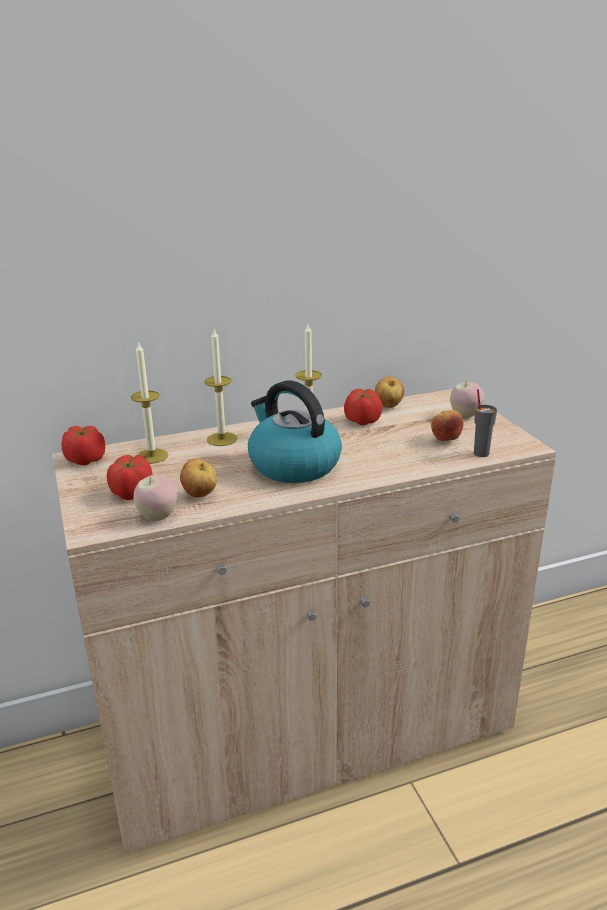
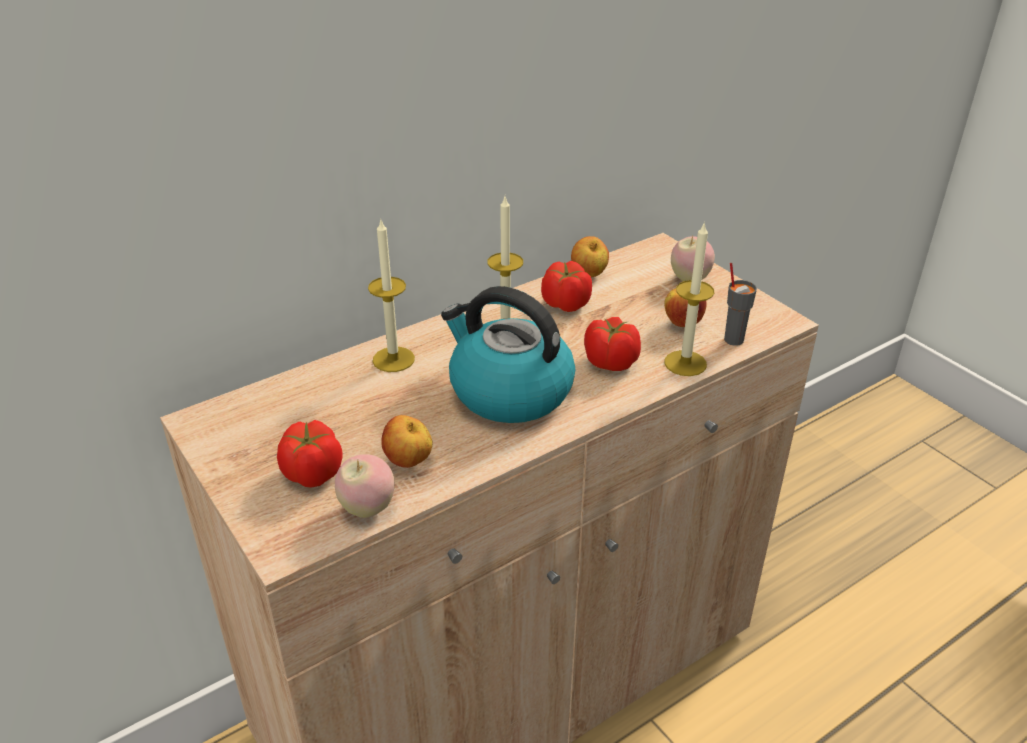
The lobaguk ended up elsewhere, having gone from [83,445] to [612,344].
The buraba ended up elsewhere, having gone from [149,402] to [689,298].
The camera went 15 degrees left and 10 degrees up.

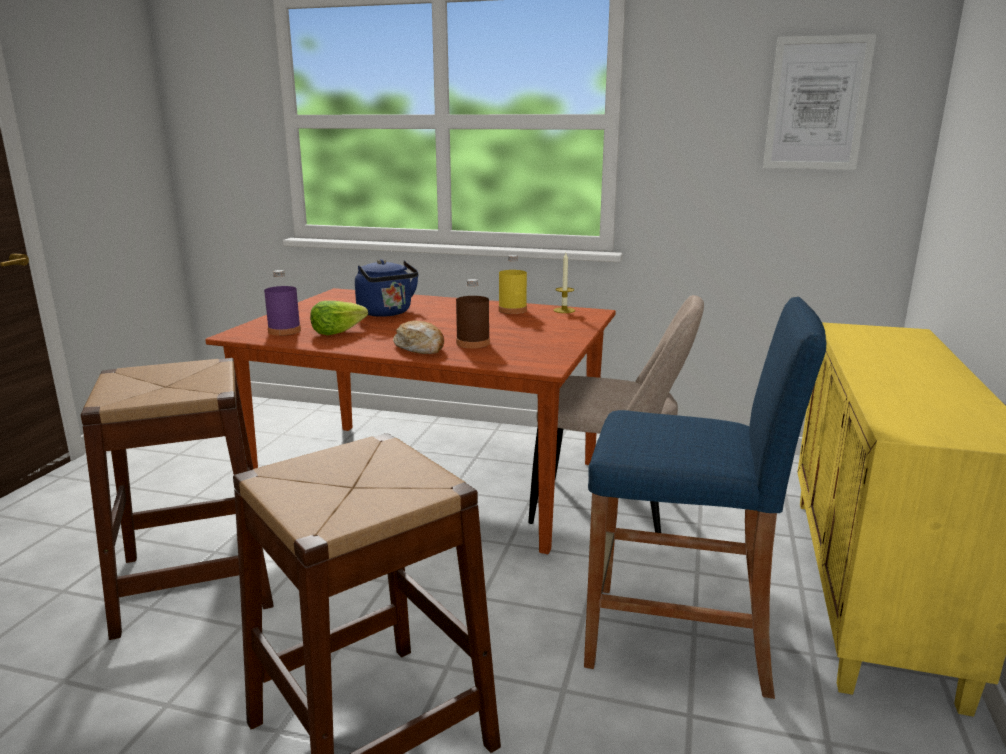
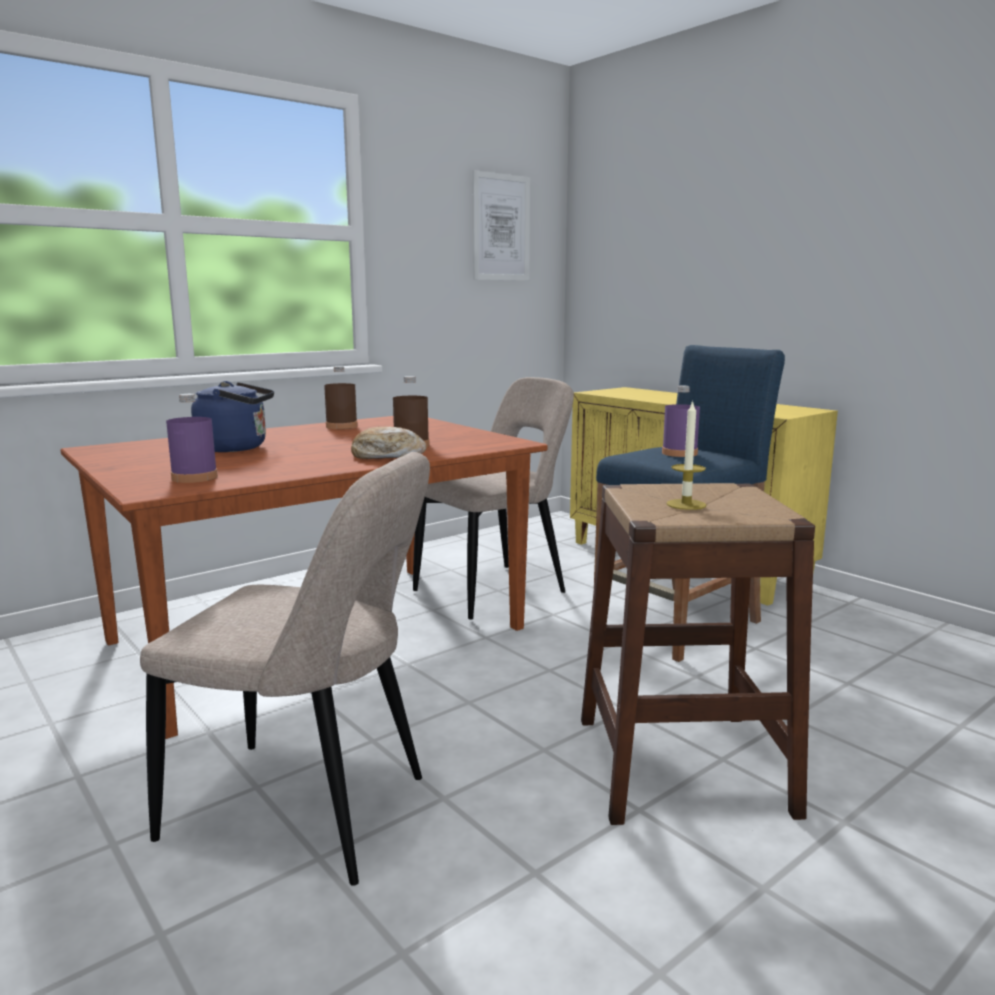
Where the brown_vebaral stood at [177,499], the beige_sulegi came to stand at [285,669].
What was the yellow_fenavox at [512,284] turned into the brown_fenavox at [341,397].
The second view gained the purple_fenavox at [681,421].
The buraba ended up elsewhere, having gone from [564,283] to [686,455].
The second view lost the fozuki at [339,318].
The camera went 55 degrees left and 5 degrees down.

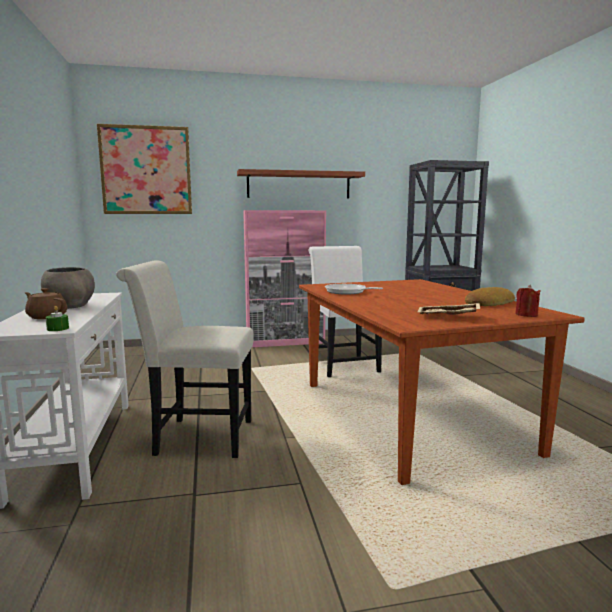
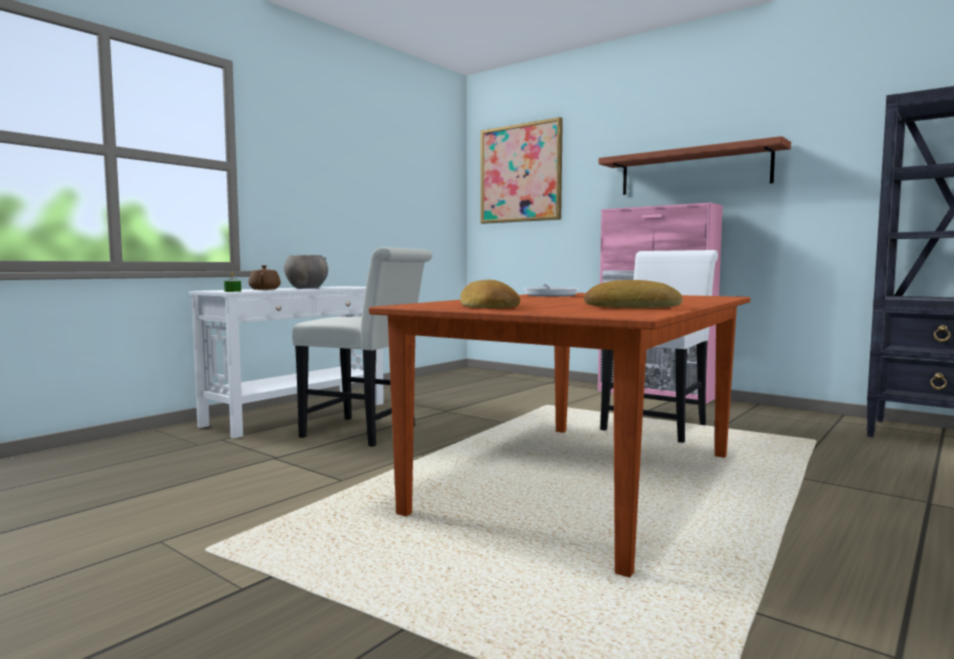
The white_sulegi at [185,359] ended up facing another way, 150 degrees clockwise from before.
Where the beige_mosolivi stood at [448,309], the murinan came to stand at [490,294].
The second view lost the red_buraba at [528,301].
The camera went 50 degrees right and 5 degrees down.

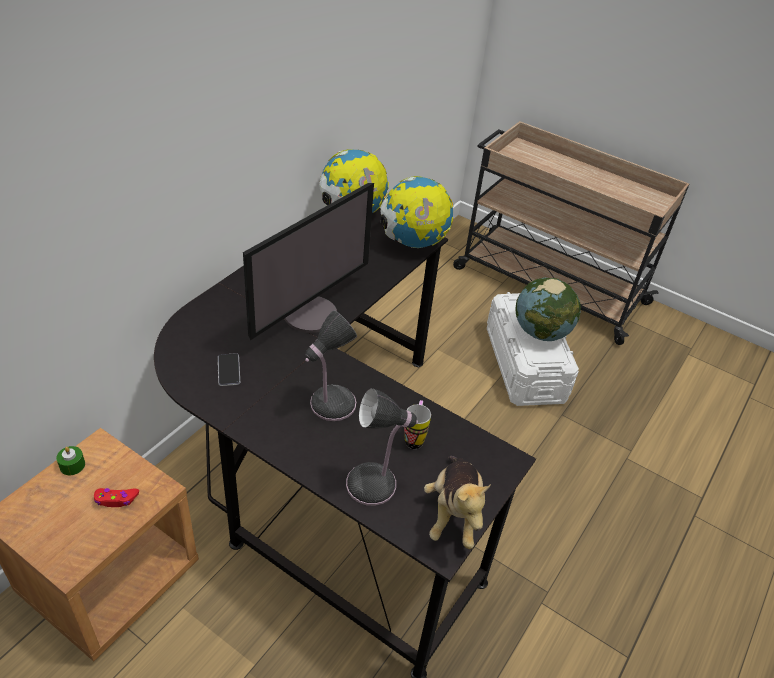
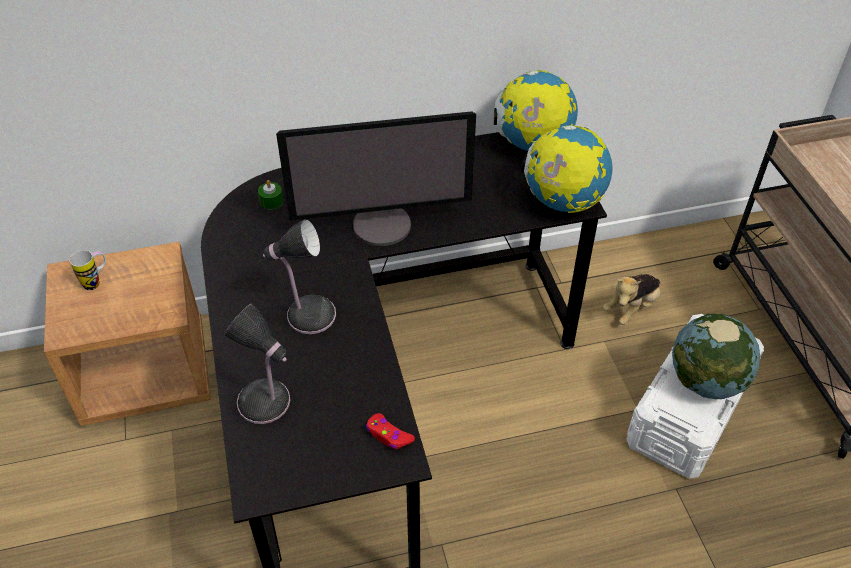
The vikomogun ended up elsewhere, having gone from [417,424] to [87,270].
The green_buraba ended up elsewhere, having gone from [70,460] to [270,195].
The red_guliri ended up elsewhere, having gone from [116,497] to [390,431].
The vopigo ended up elsewhere, having gone from [457,502] to [632,299].
The second view lost the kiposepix at [229,369].
The camera went 45 degrees right and 5 degrees up.

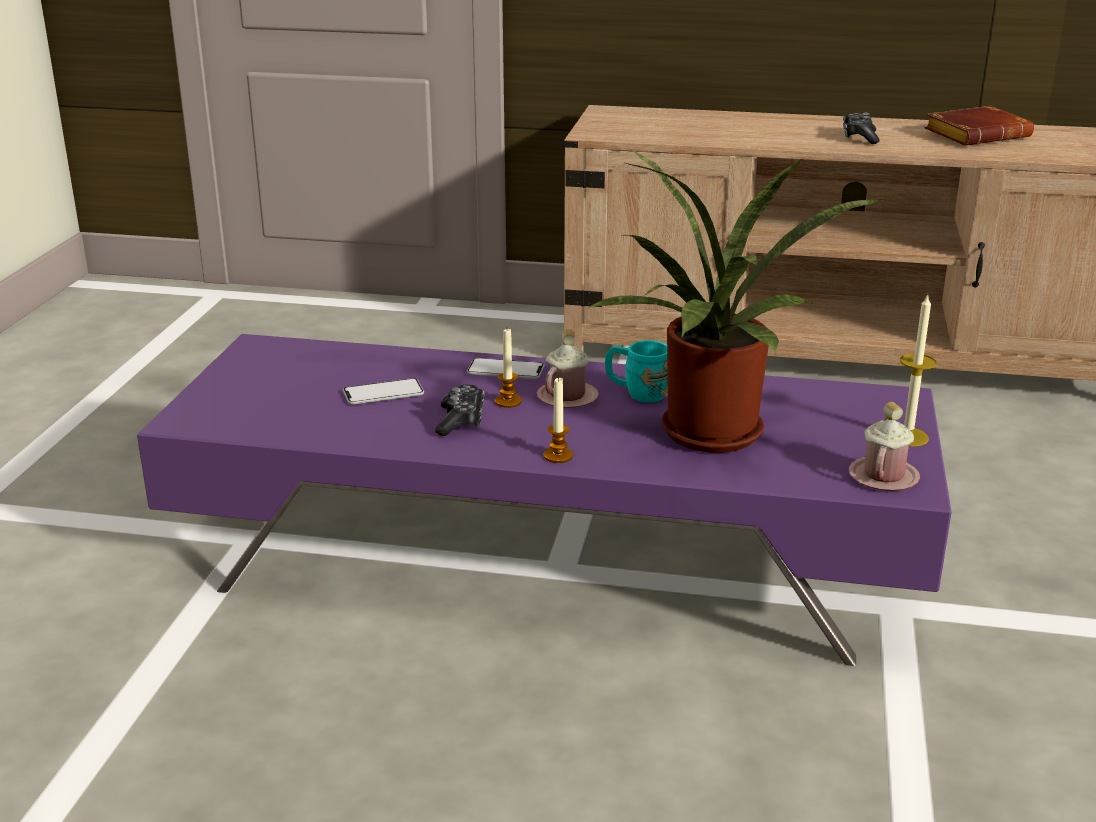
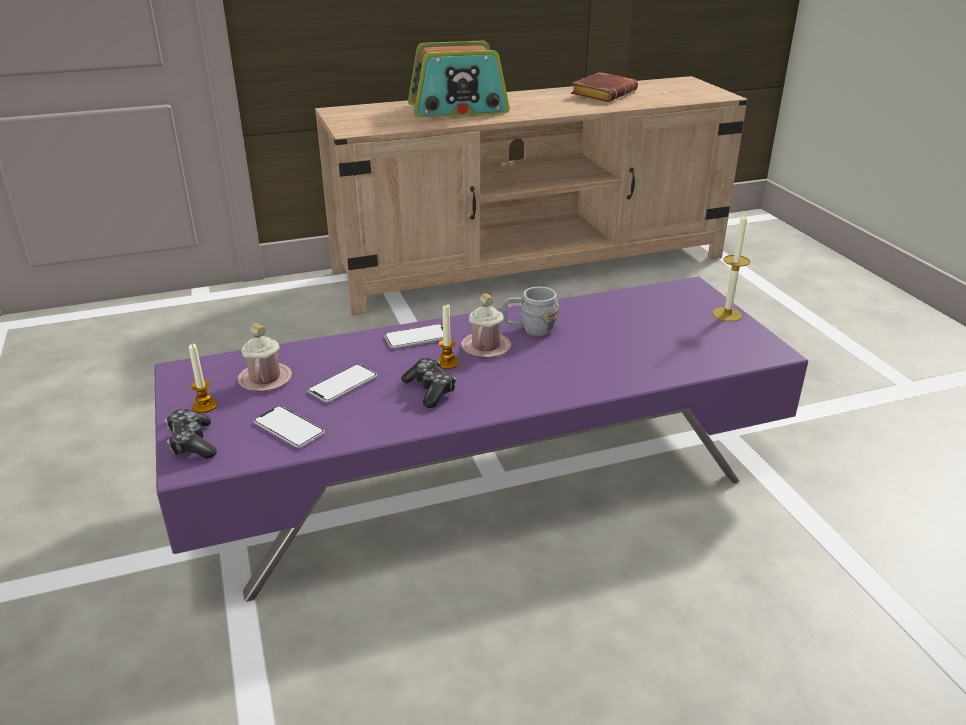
The guliri ended up elsewhere, having gone from [861,128] to [191,434].
The buraba ended up elsewhere, having gone from [558,420] to [203,378].
The pink_vikomogun ended up elsewhere, having gone from [884,446] to [264,357].
The second view gained the kiposepix at [289,427].
The second view gained the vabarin at [459,79].
What was the turquoise_vikomogun at [636,371] turned into the grey_vikomogun at [530,311].
The second view lost the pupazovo at [734,301].
The camera went 30 degrees left and 5 degrees up.

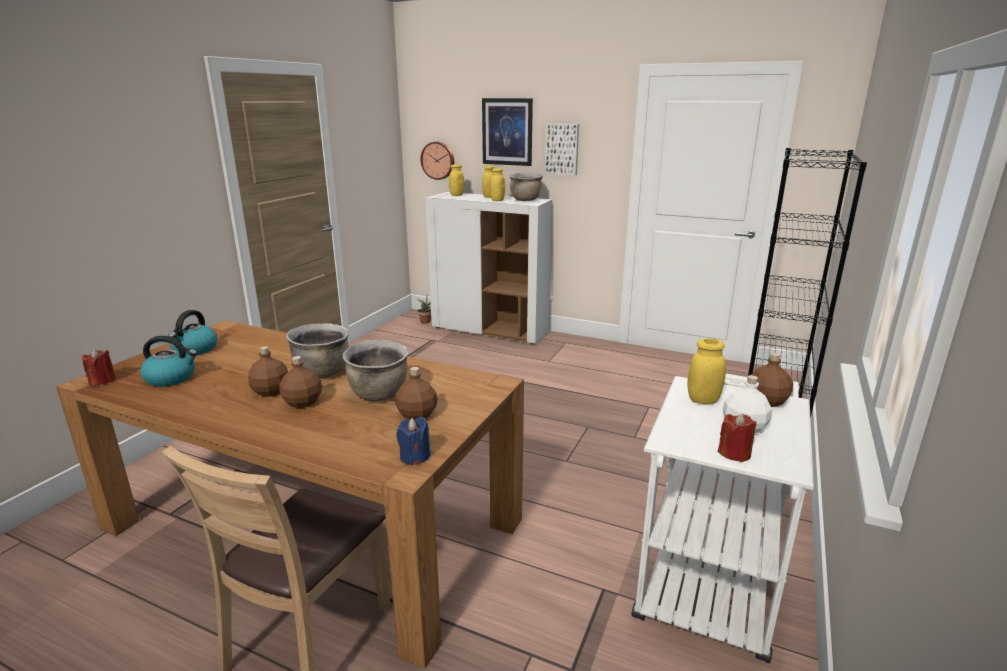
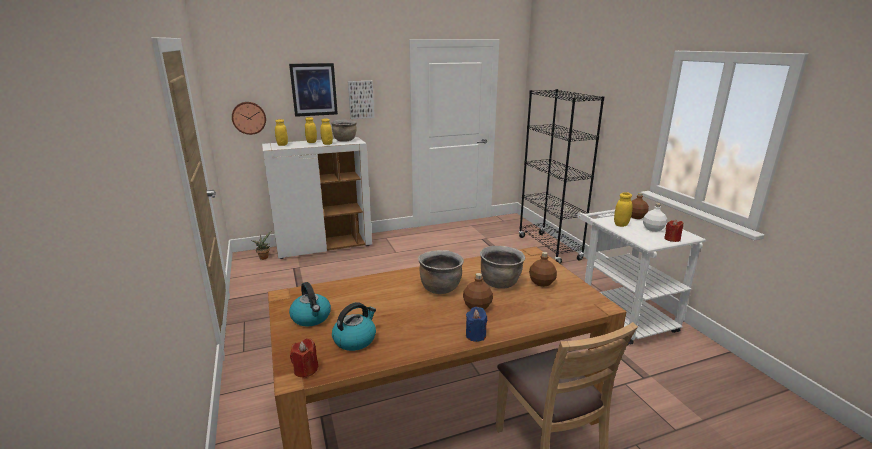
The blue_buraba ended up elsewhere, having gone from [413,441] to [476,324].
The second view lost the brown_fenavox at [268,371].
The camera went 45 degrees left and 0 degrees up.

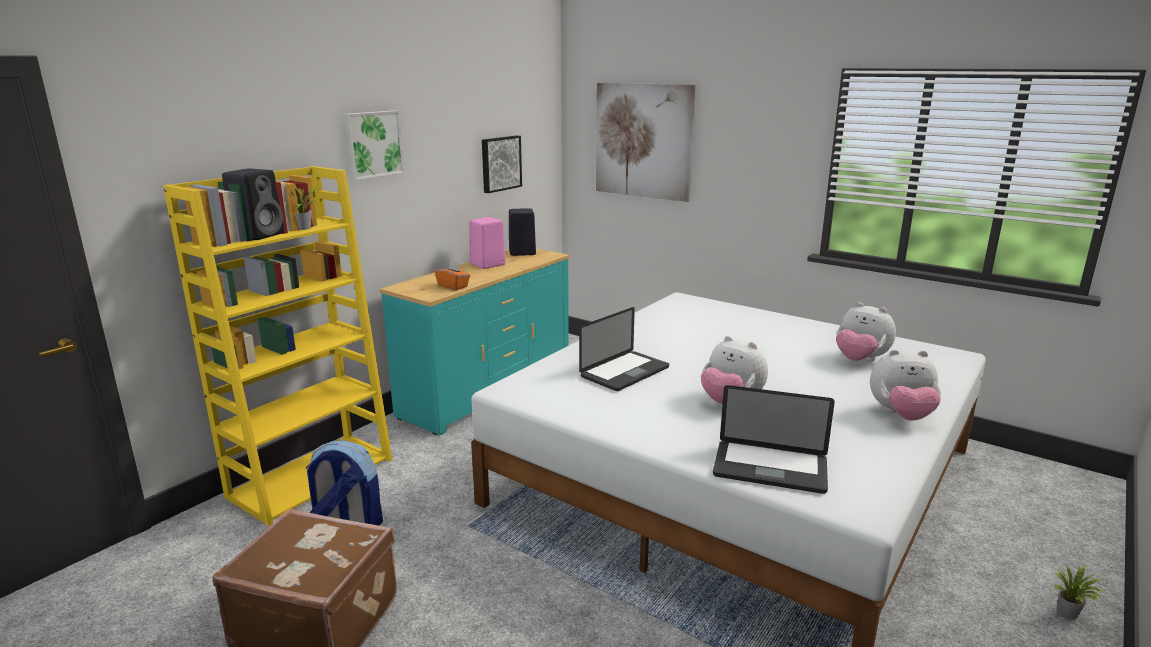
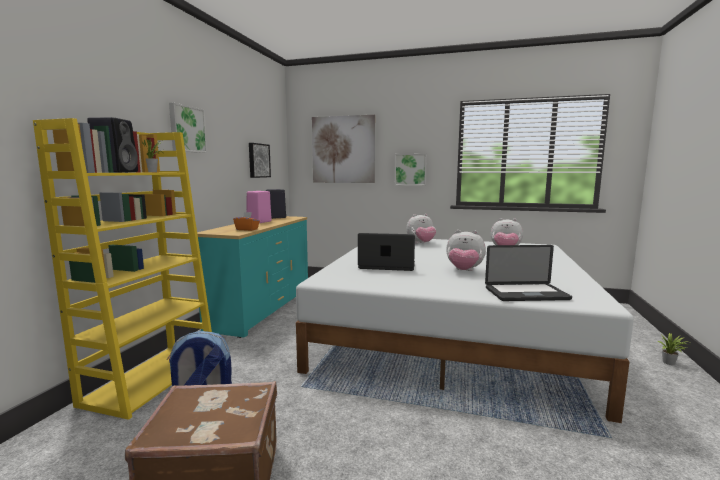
The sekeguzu at [624,349] ended up facing another way, 105 degrees counterclockwise from before.
The second view gained the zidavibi at [411,169].
The vopigo ended up elsewhere, having gone from [905,385] to [421,229].
The camera went 20 degrees left and 10 degrees down.

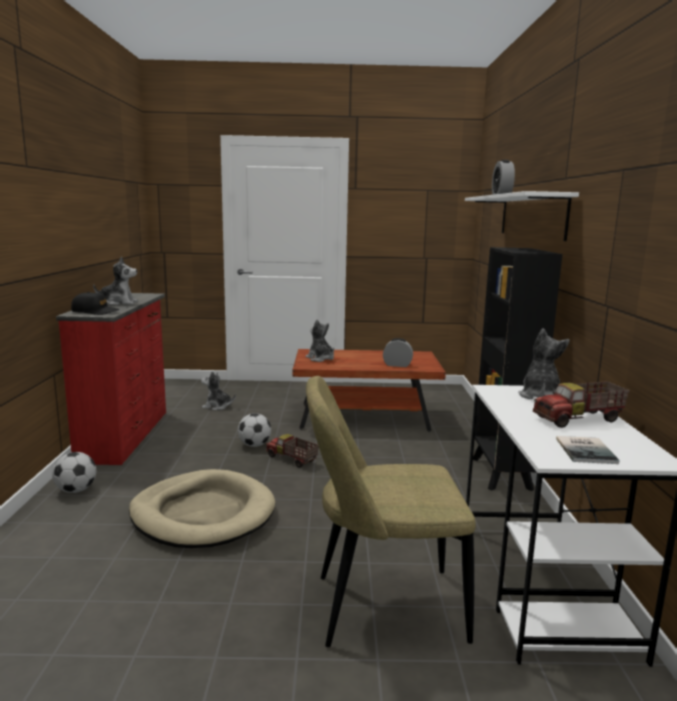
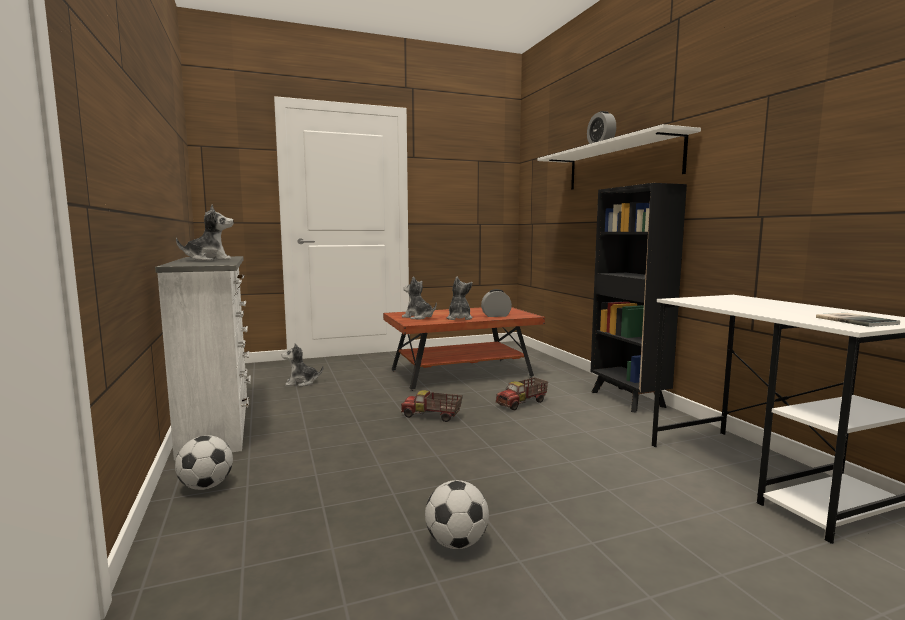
What was the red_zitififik at [111,379] turned into the white_zitififik at [203,358].
The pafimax ended up elsewhere, having gone from [254,430] to [457,514].
The vopigo ended up elsewhere, having gone from [544,363] to [459,298].
The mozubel ended up elsewhere, having gone from [581,404] to [522,393].
The second view lost the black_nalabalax at [95,303].
The second view lost the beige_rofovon at [202,508].
The second view lost the beige_sulegi at [391,511].
The camera went 20 degrees left and 5 degrees down.

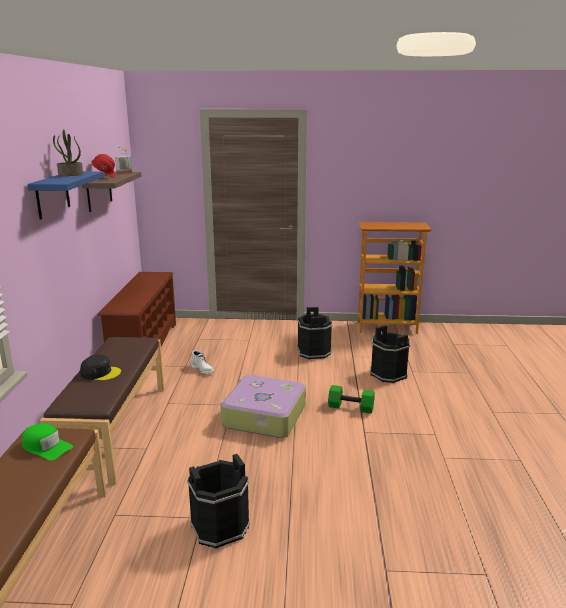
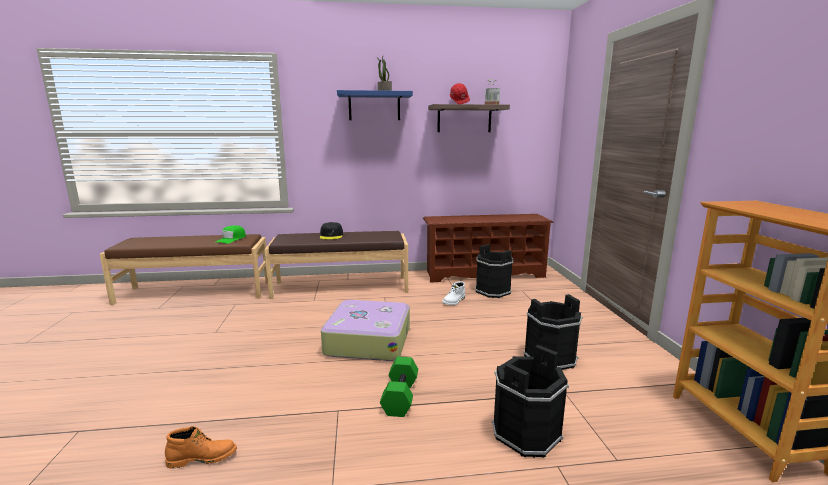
The second view gained the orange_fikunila at [201,447].
The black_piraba ended up elsewhere, having gone from [218,501] to [494,271].
The camera went 80 degrees right and 5 degrees down.

